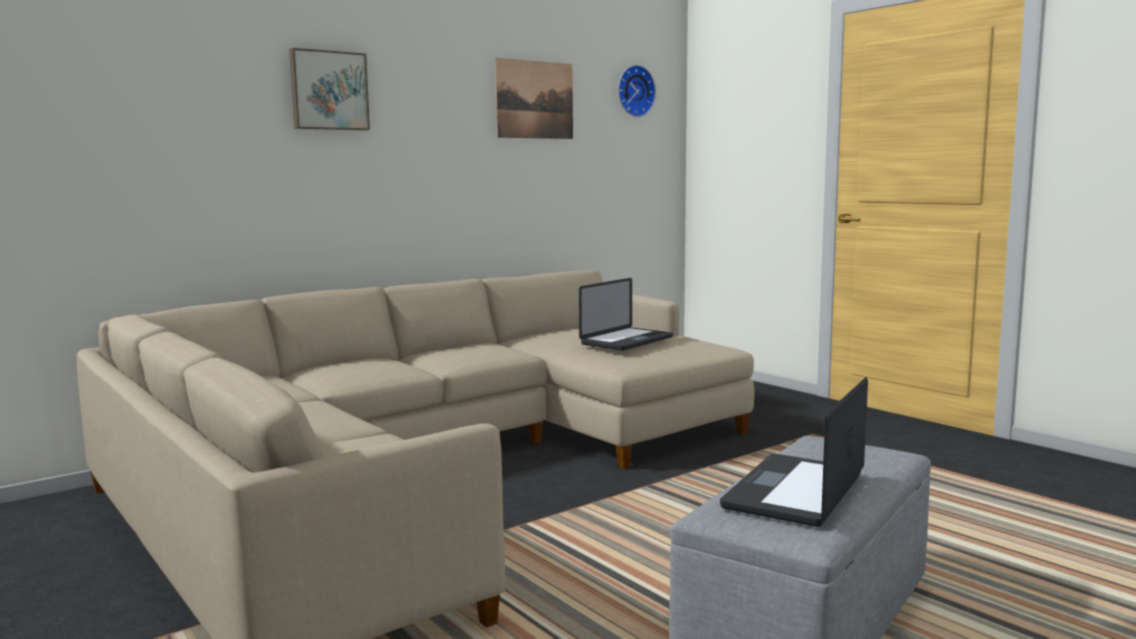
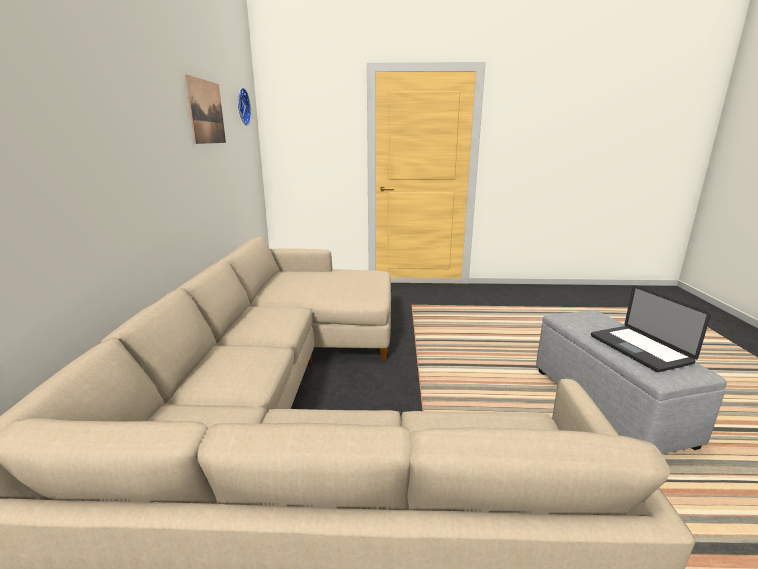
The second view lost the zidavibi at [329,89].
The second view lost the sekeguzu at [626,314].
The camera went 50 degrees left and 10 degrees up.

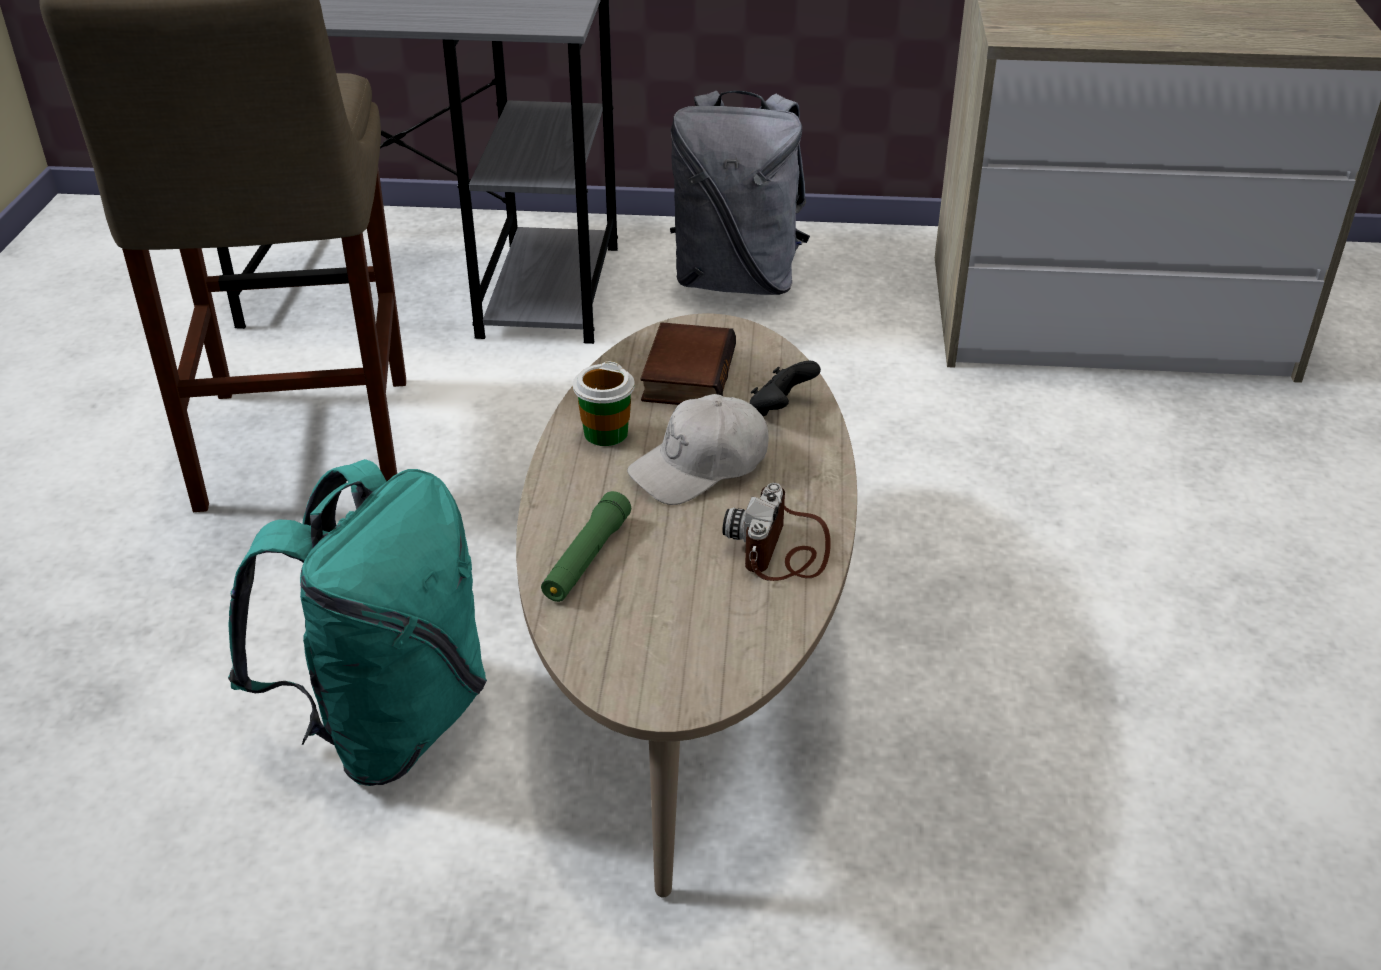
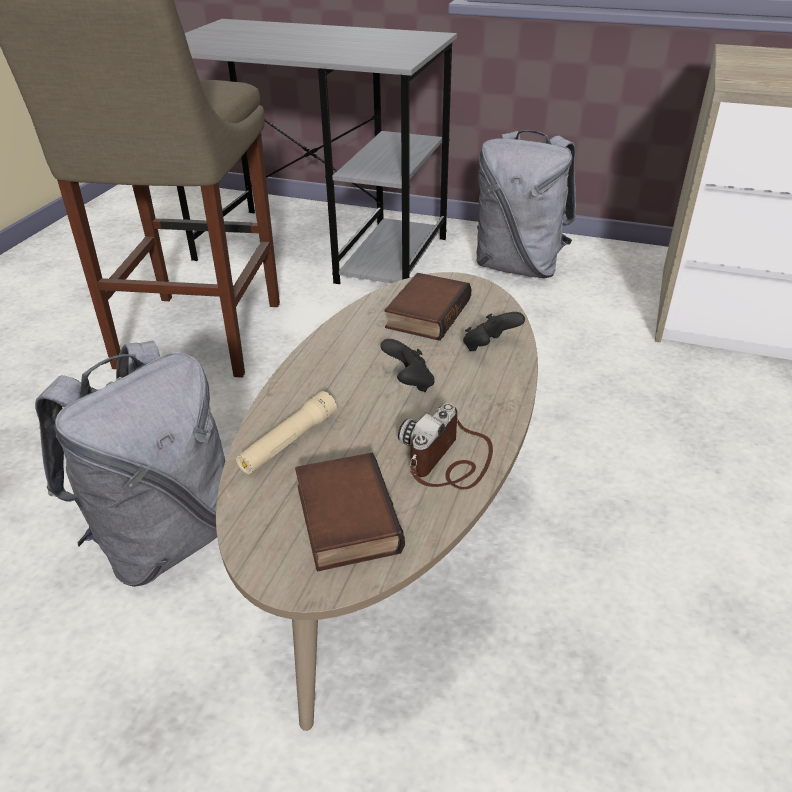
What was the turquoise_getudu at [357,622] turned into the grey_getudu at [130,464].
What was the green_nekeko at [586,546] turned into the beige_nekeko at [286,432].
The second view gained the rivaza at [350,511].
Where the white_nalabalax stood at [698,449], the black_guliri came to stand at [407,365].
The second view lost the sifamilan at [604,403].
The camera went 15 degrees right and 0 degrees up.

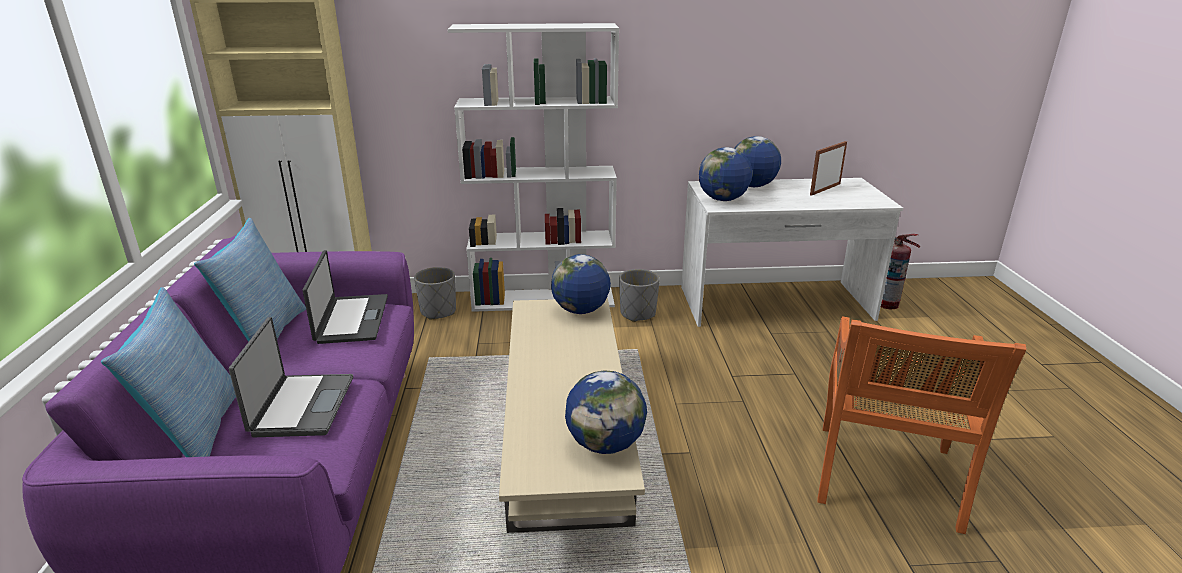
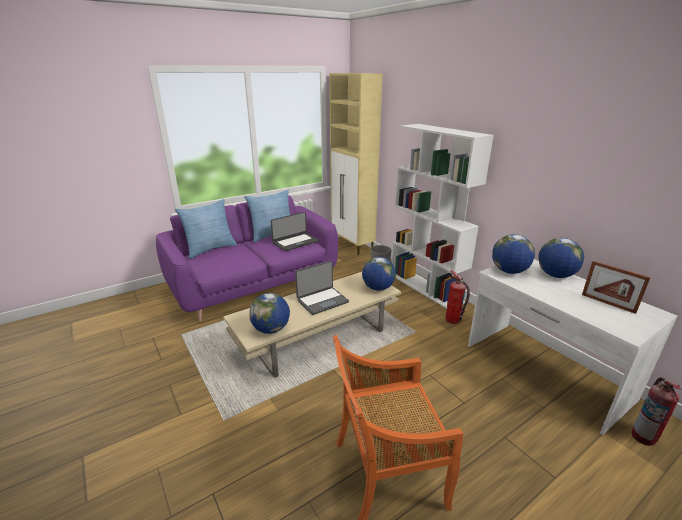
The sekeguzu ended up elsewhere, having gone from [291,377] to [322,288].
Where the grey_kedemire stood at [639,295], the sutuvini came to stand at [458,297].
The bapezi at [828,168] ended up facing another way, 150 degrees counterclockwise from before.
The camera went 60 degrees right and 0 degrees up.

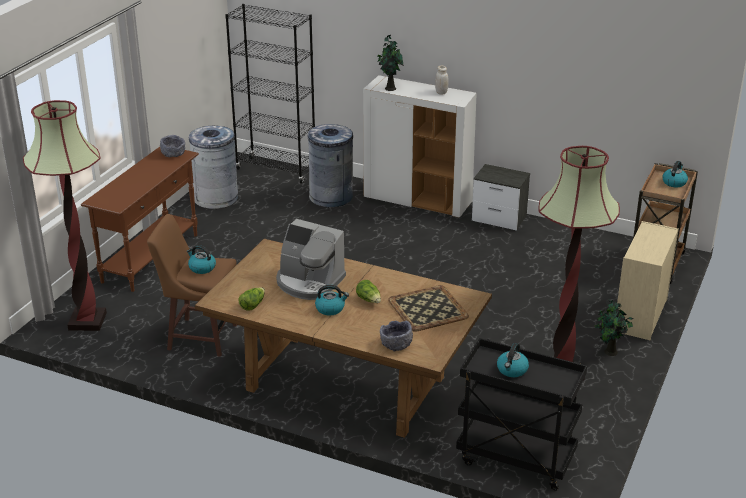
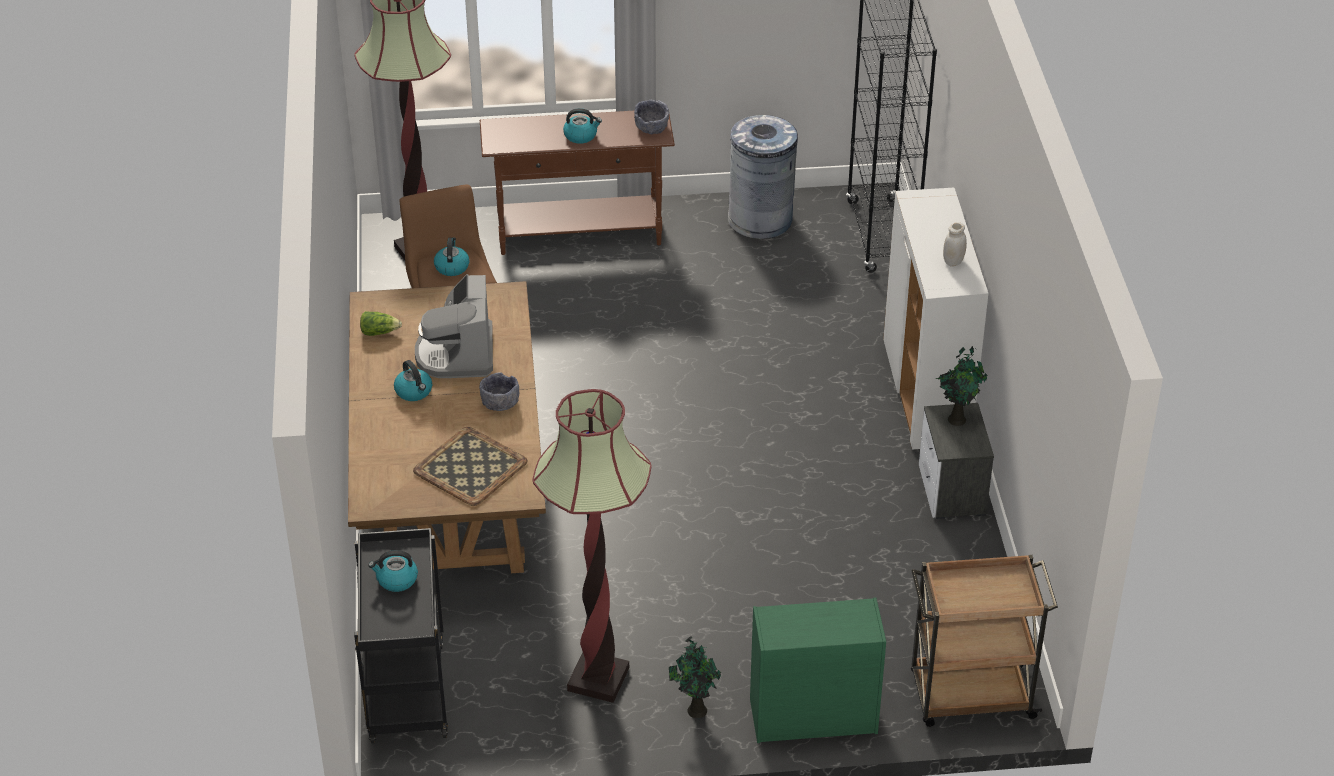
The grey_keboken ended up elsewhere, having gone from [396,336] to [499,391].
The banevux ended up elsewhere, having gone from [675,174] to [582,126].
What was the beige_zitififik at [648,280] turned into the green_zitififik at [818,670].
The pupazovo ended up elsewhere, having gone from [390,63] to [962,386].
The second view lost the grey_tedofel at [330,165].
The second view lost the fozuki at [368,291].
The camera went 60 degrees right and 10 degrees up.

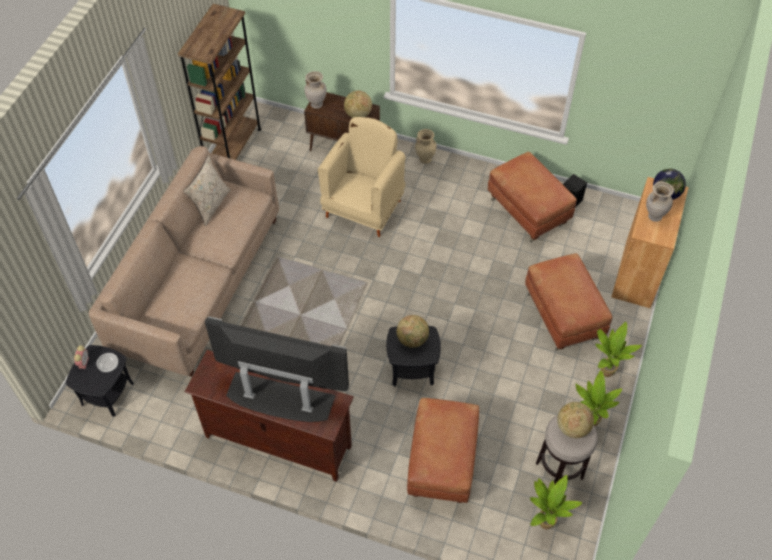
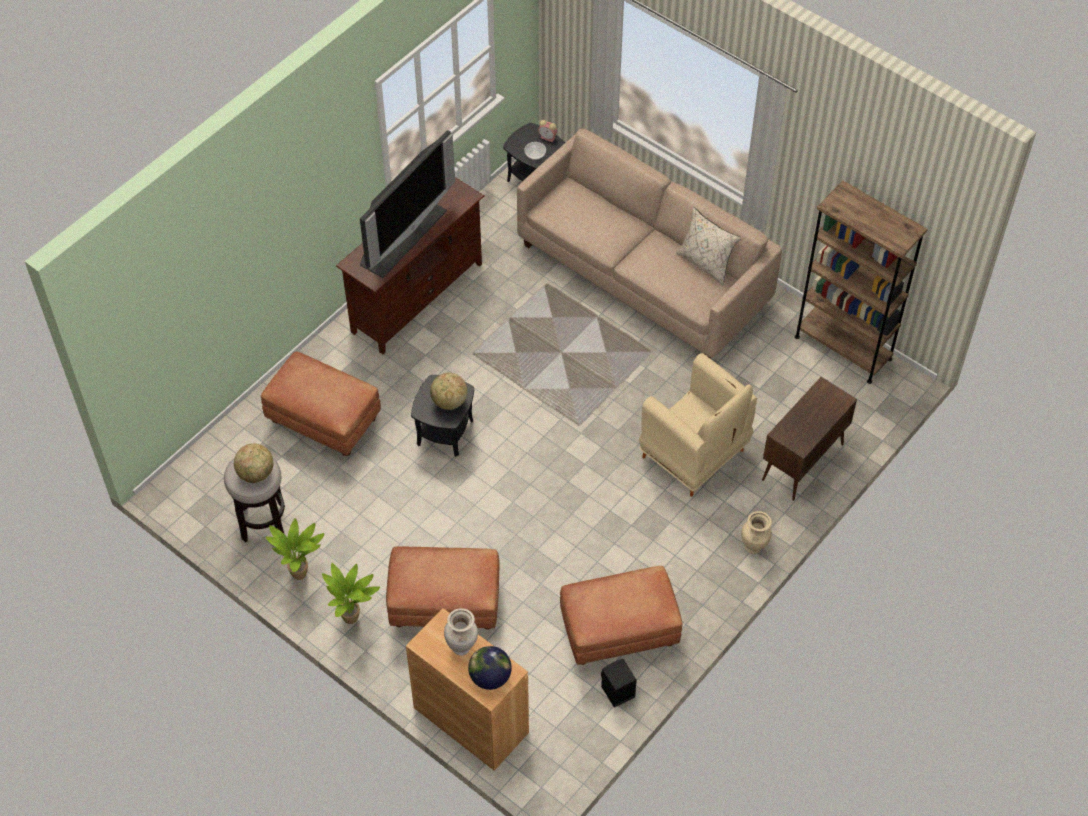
The second view lost the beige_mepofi at [315,90].
The second view lost the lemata at [358,104].
The second view lost the pupazovo at [556,502].
The camera went 110 degrees right and 0 degrees up.

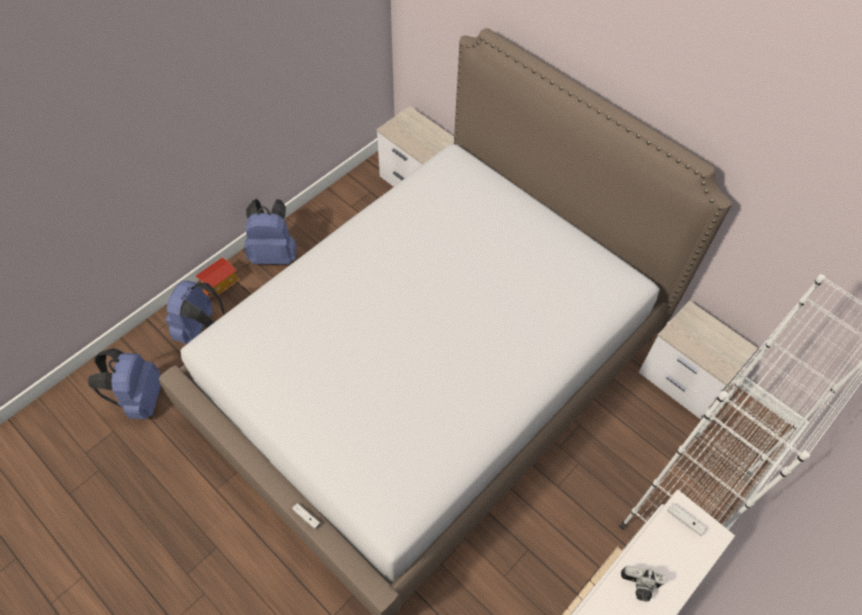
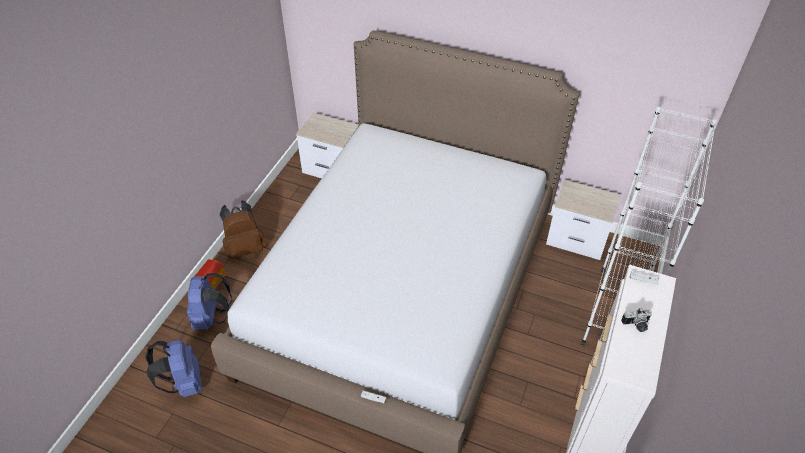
What was the blue_getudu at [270,232] turned into the brown_getudu at [243,229].
The camera went 20 degrees left and 10 degrees down.

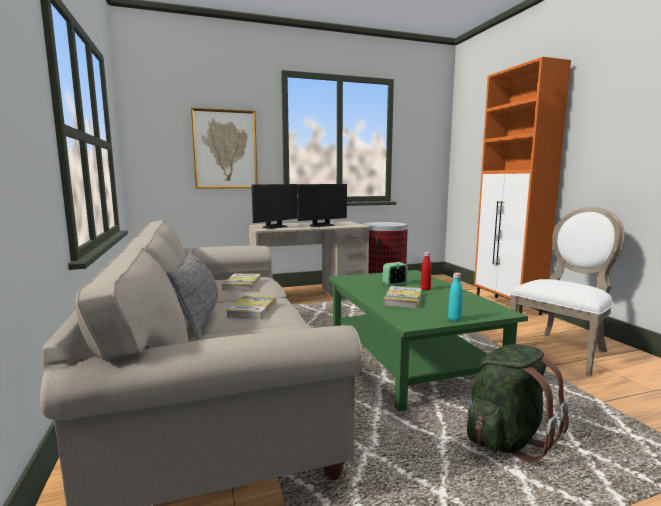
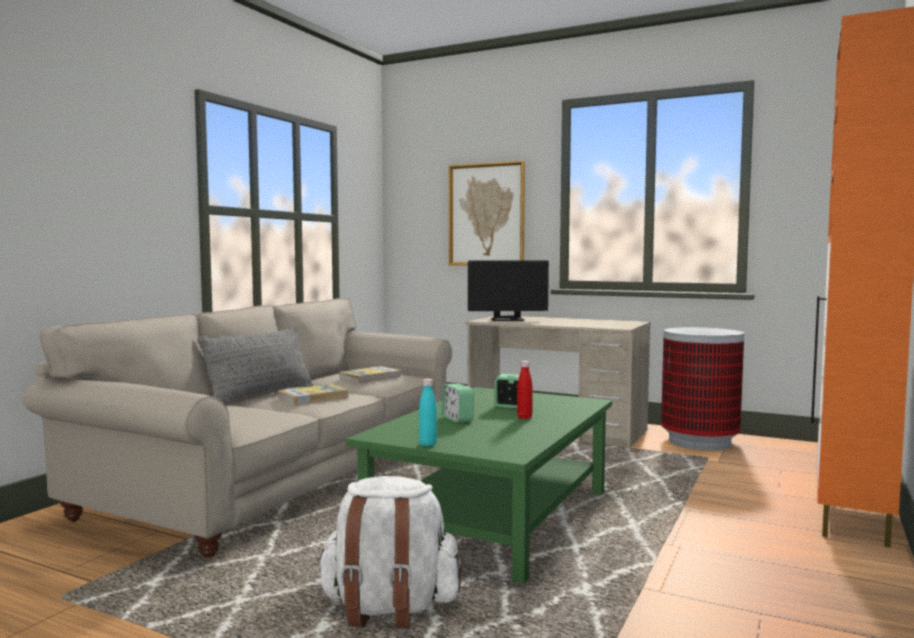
What was the green_getudu at [518,403] turned into the white_getudu at [389,552].
Where the rivaza stood at [403,297], the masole came to stand at [457,403].
The second view lost the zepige at [322,205].
The second view lost the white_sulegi at [567,292].
The camera went 45 degrees right and 5 degrees down.

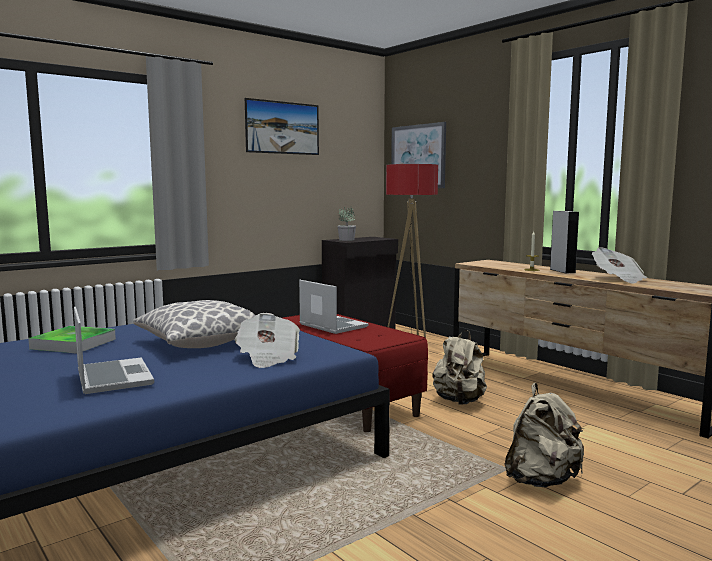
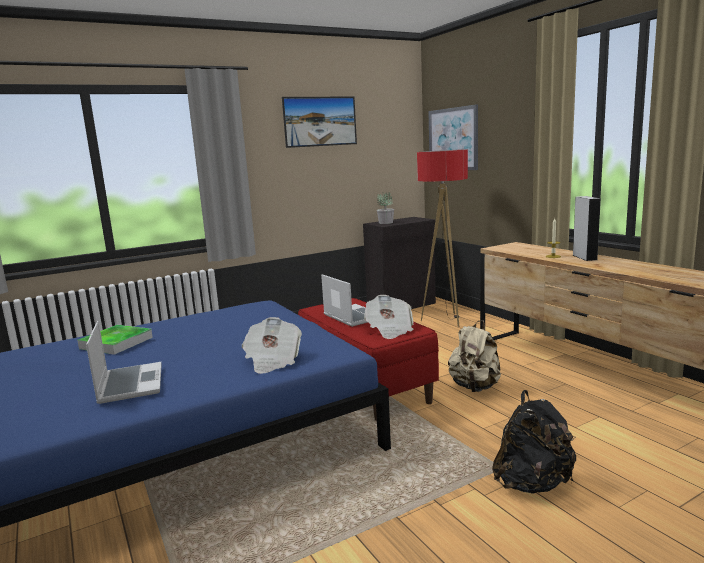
The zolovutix ended up elsewhere, having gone from [619,265] to [388,317].
What was the beige_getudu at [544,435] turned into the black_getudu at [534,441].
The second view lost the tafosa at [194,324].
The camera went 10 degrees right and 5 degrees up.

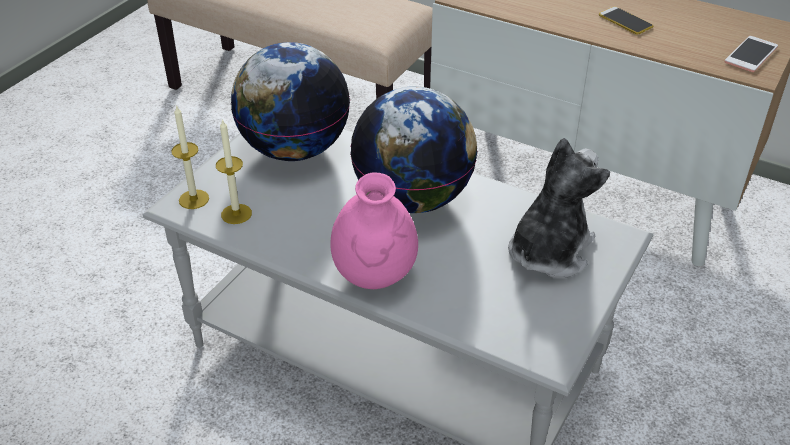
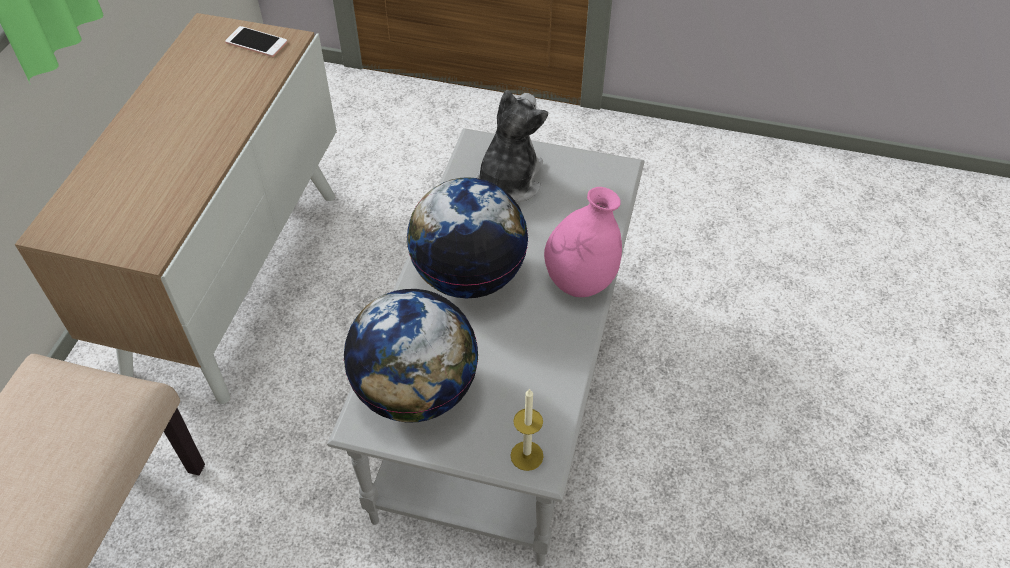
The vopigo at [559,208] ended up facing another way, 90 degrees clockwise from before.
The second view lost the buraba at [234,171].
The second view lost the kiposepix at [626,20].
The camera went 105 degrees left and 10 degrees up.

